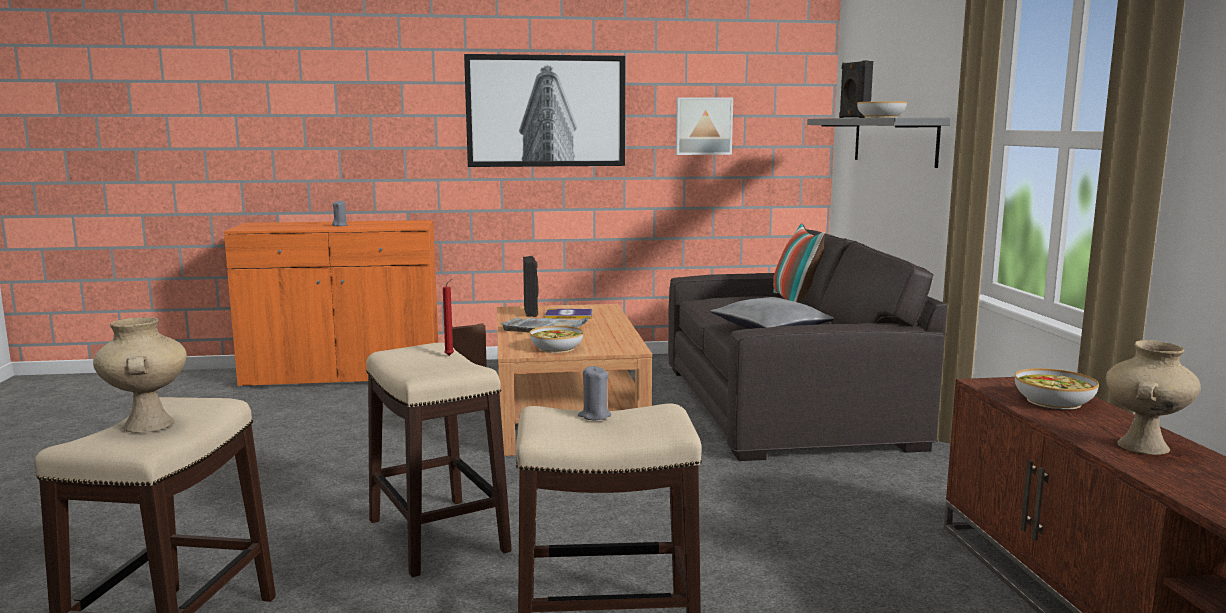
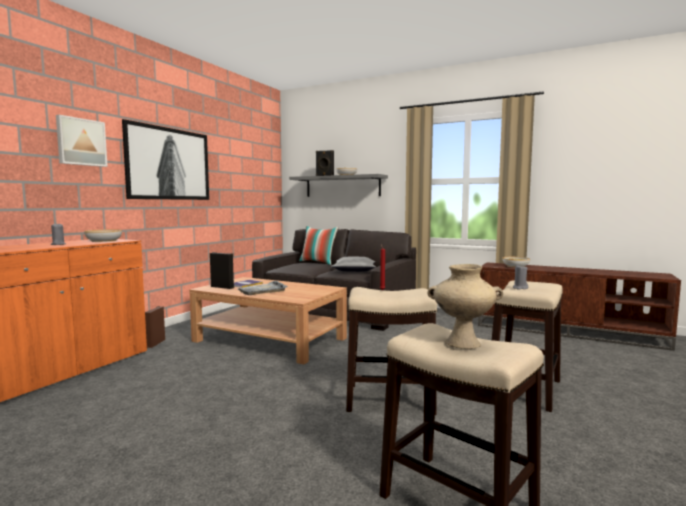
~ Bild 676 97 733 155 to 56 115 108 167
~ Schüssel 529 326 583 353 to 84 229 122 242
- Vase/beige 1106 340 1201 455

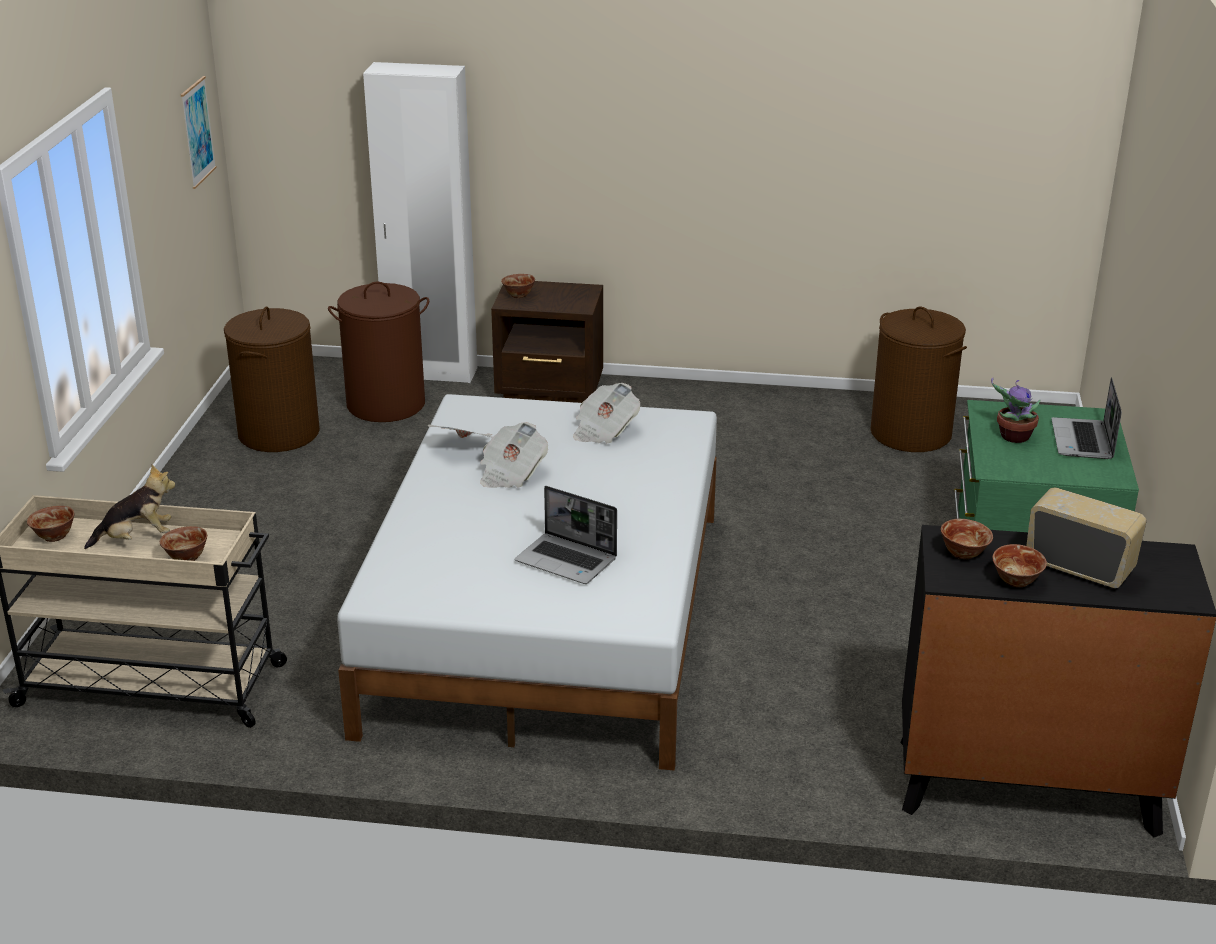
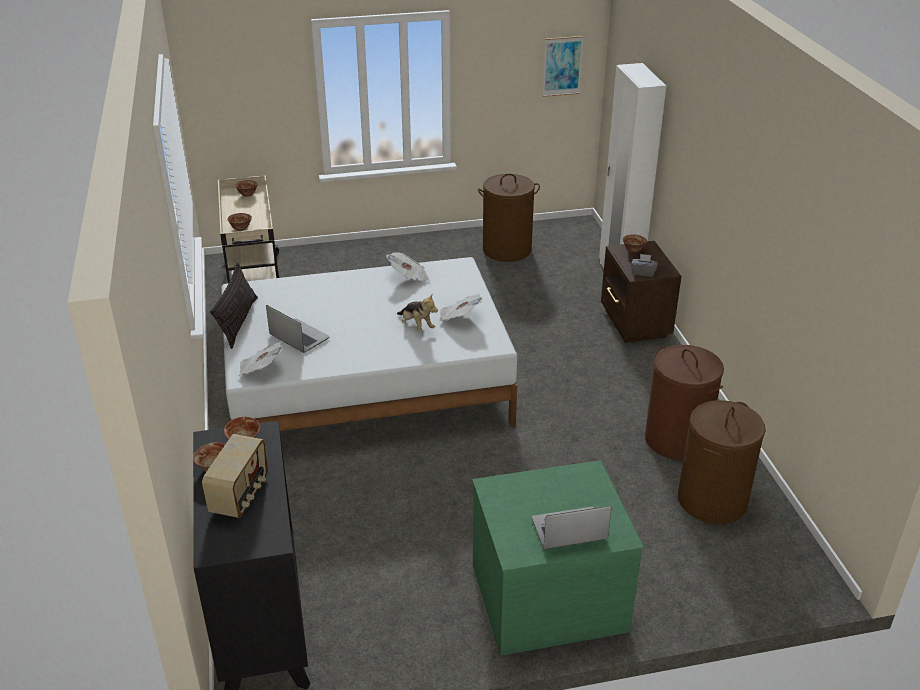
~ Wäschekorb/braun 328 282 429 422 to 645 345 724 460
- Topfpflanze 991 377 1041 443
~ Zeitung 480 422 548 488 to 239 342 283 376
~ Plüschtier 84 464 175 549 to 397 295 438 332
~ Laptop 515 486 617 584 = 266 305 330 353 120 degrees clockwise
+ Taschentuchbox/grau 631 254 658 277
+ Kissen 210 262 258 349

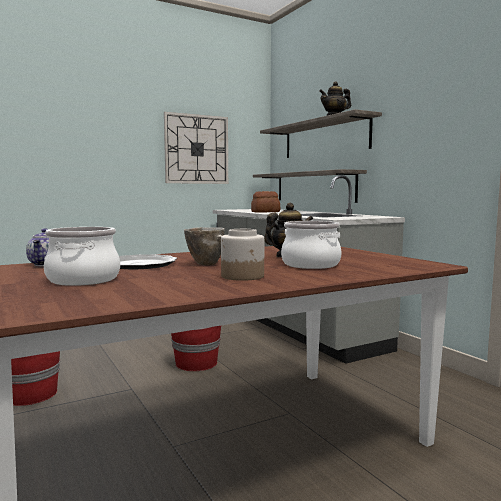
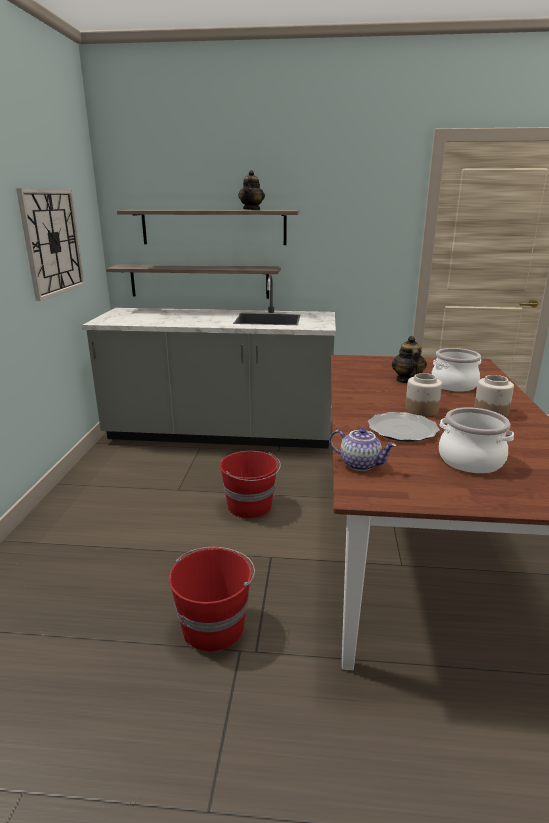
- Brot 251 191 280 213
~ Schüssel 184 227 225 266 to Vorratsglas 405 373 442 416

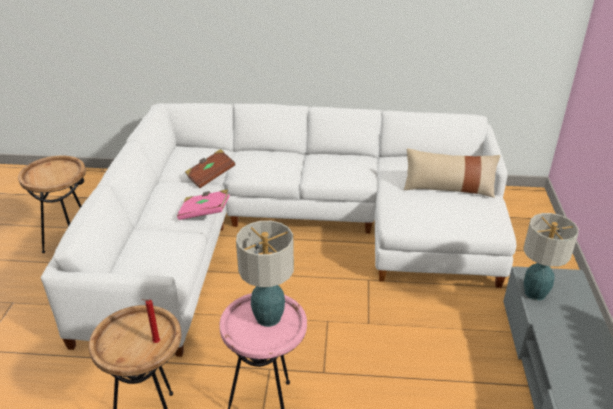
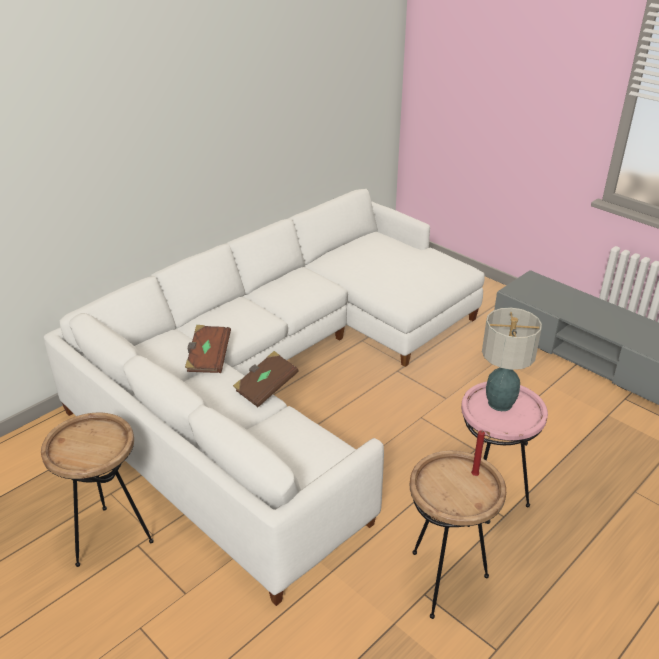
- Kissen/beige 404 148 500 198
~ Buch/rosa 177 189 230 220 to Buch/braun 233 351 299 407
- Tischlampe 523 213 579 300

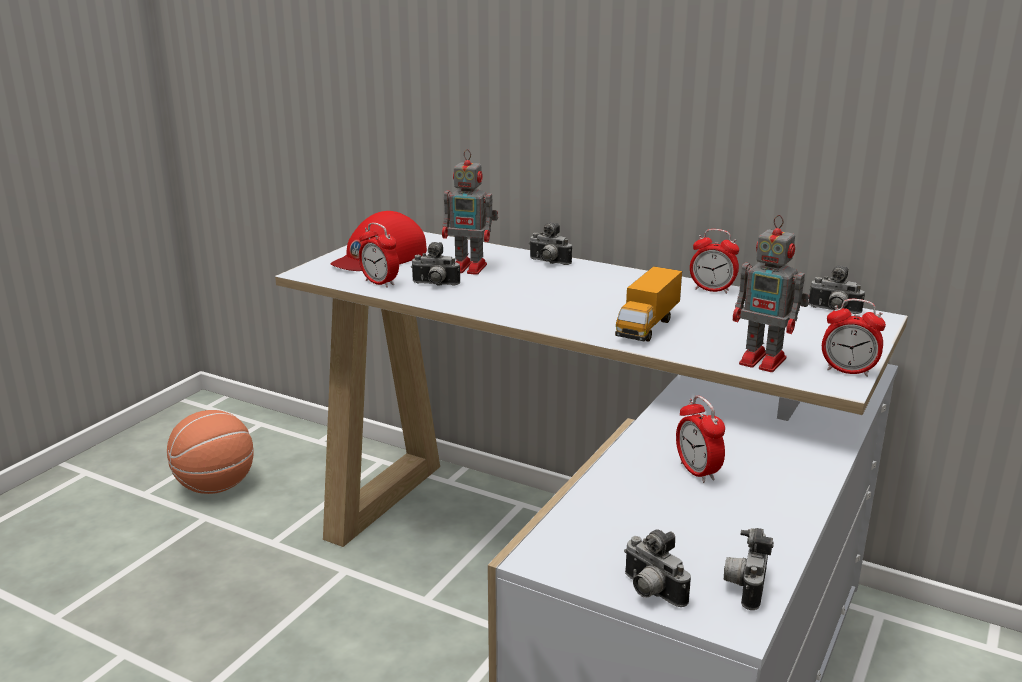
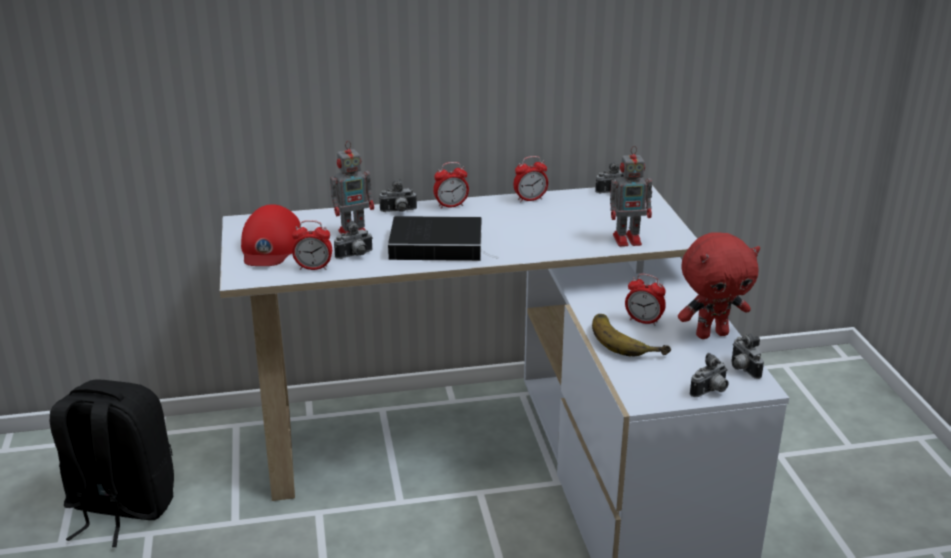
- Spielzeuglaster 615 266 682 342
~ Wecker 822 299 886 377 to 433 162 469 209
~ Basketball 167 410 254 494 to Rucksack/schwarz 50 379 174 547
~ Kamera 624 529 691 607 = 690 353 729 397 45 degrees counterclockwise
+ Buch 388 216 499 261
+ Plüschtier/rot 678 232 760 339
+ Banane 592 314 671 356

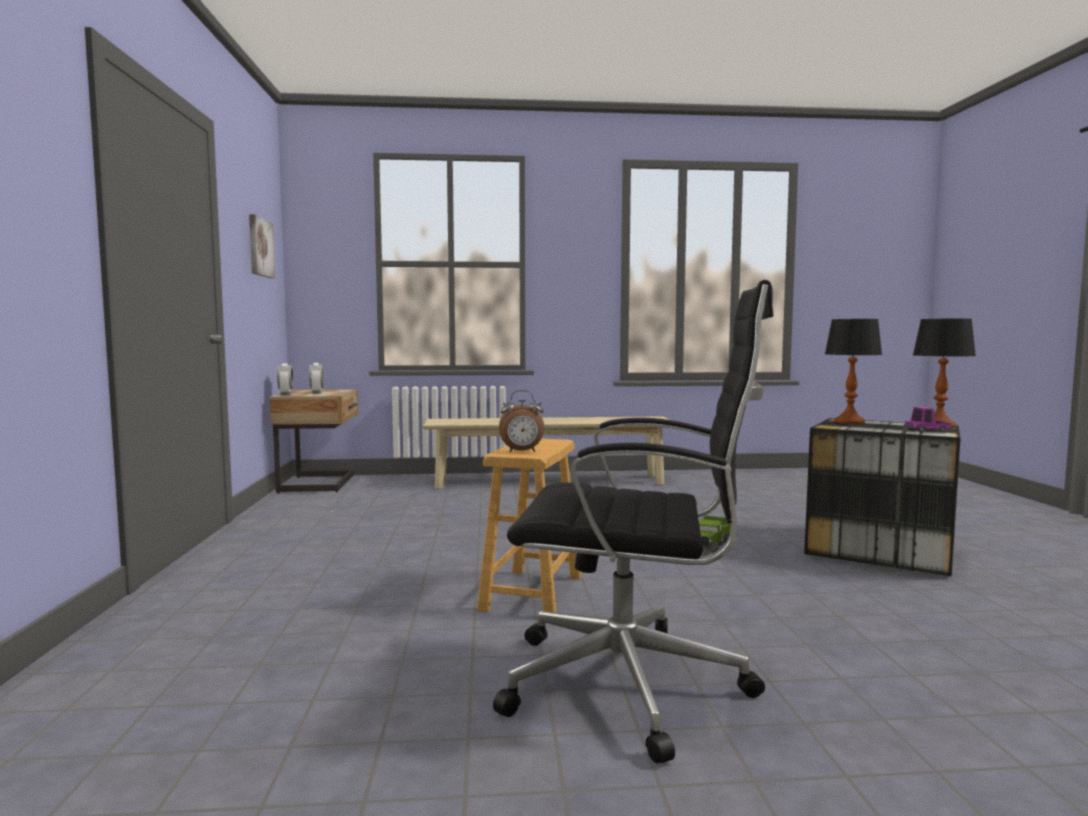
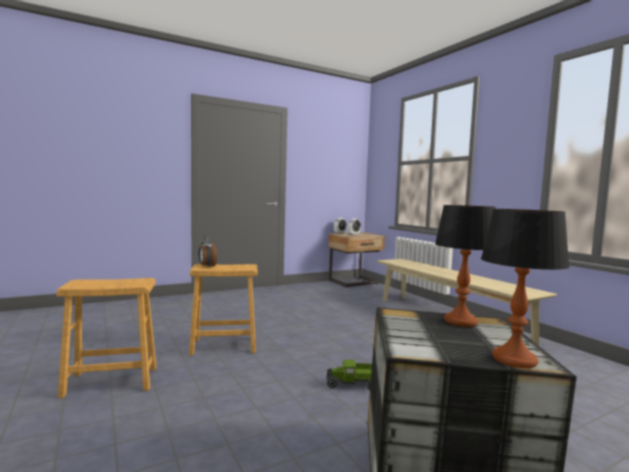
- Bild 249 214 275 278
~ Bürostuhl/schwarz 493 280 773 763 to Hocker/braun 56 278 157 398
- Spielzeuglaster 904 407 952 432

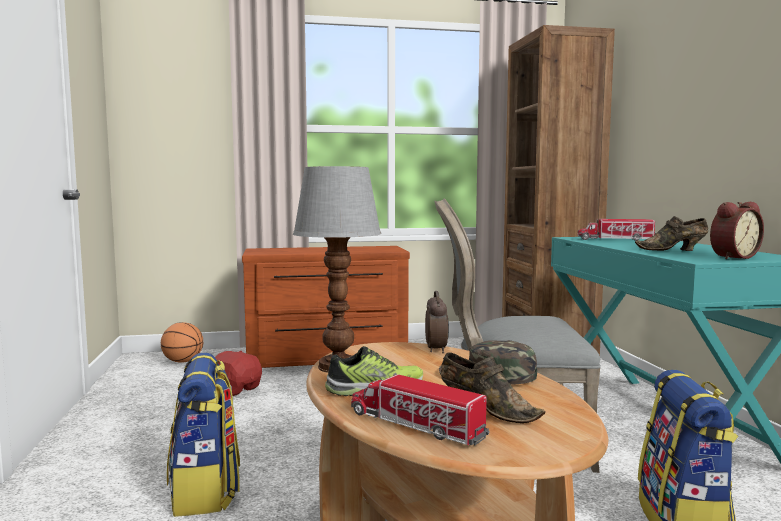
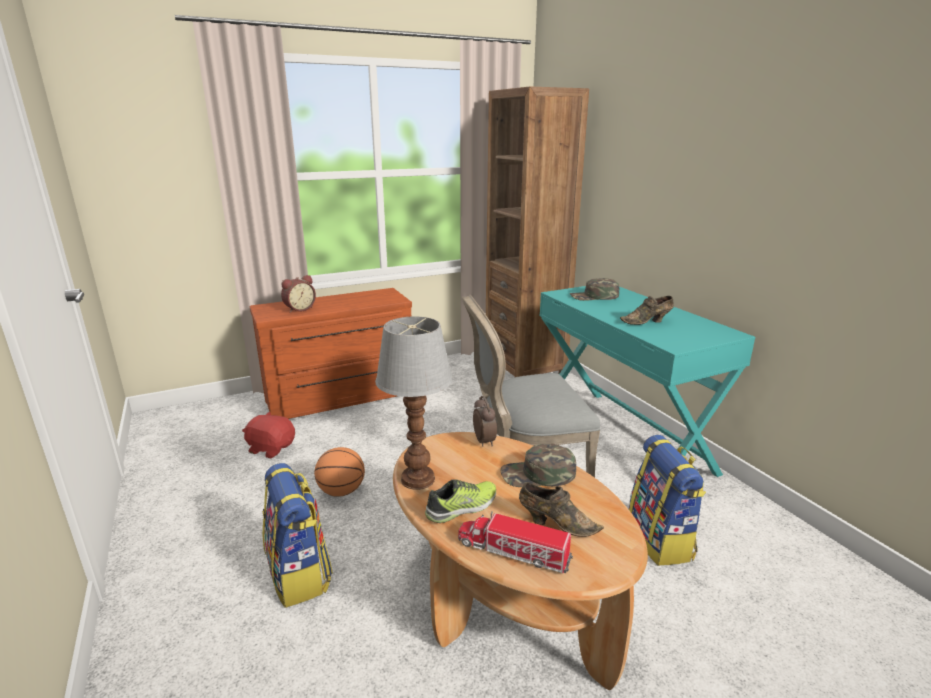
~ Wecker 710 202 764 259 to 281 275 316 313
~ Spielzeuglaster 578 219 656 241 to Kappe/grün 570 278 619 301
~ Basketball 161 322 203 363 to 314 447 365 497

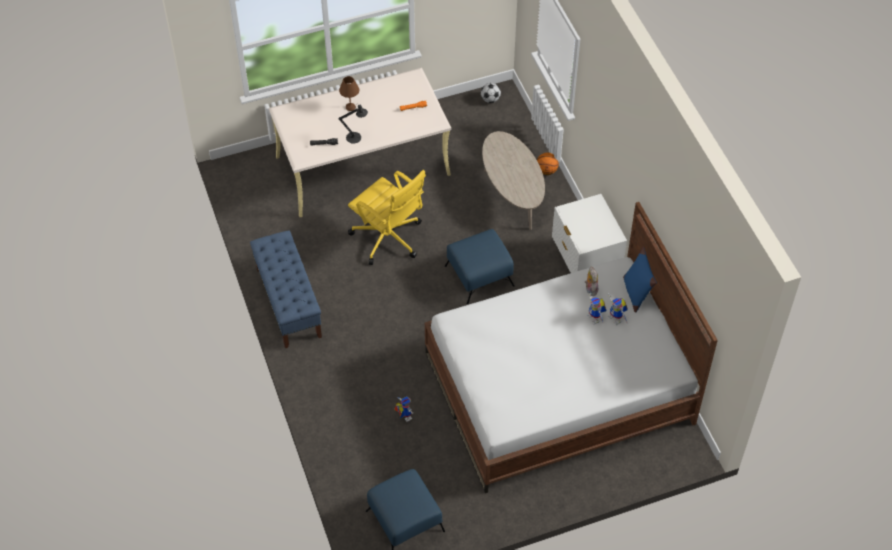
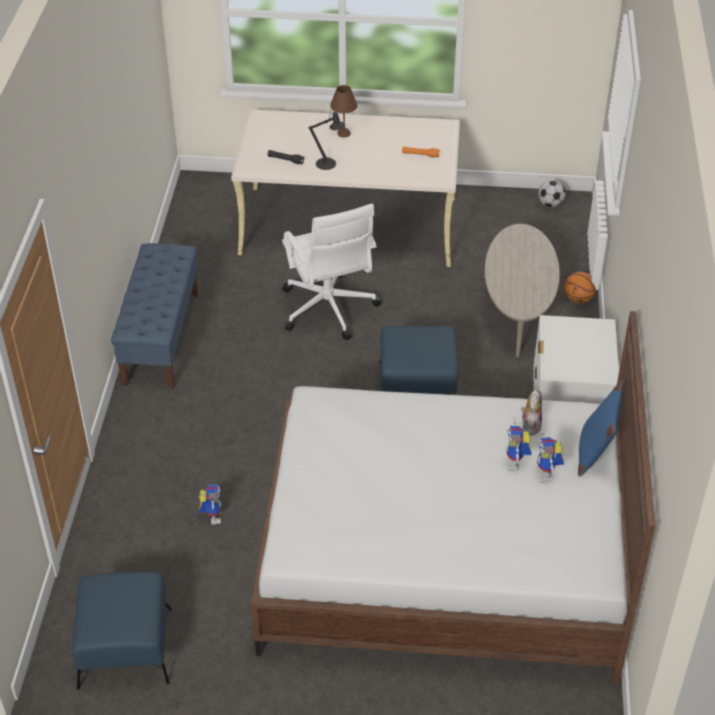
~ Bürostuhl/gelb 348 170 426 265 to Bürostuhl/weiß 282 204 382 340

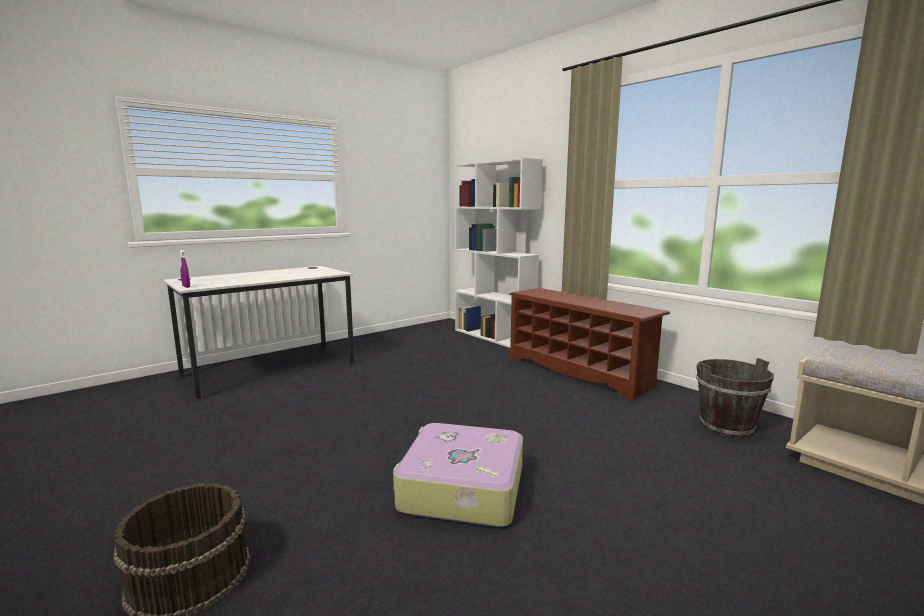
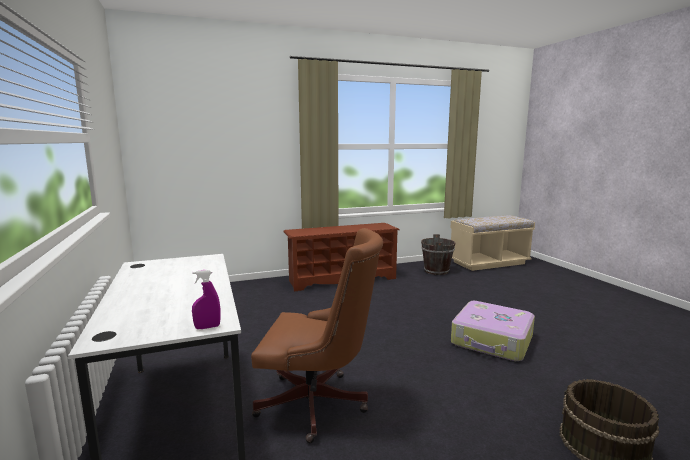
- Bücherregal/weiß 455 158 543 348
+ Bürostuhl/braun 251 228 383 443

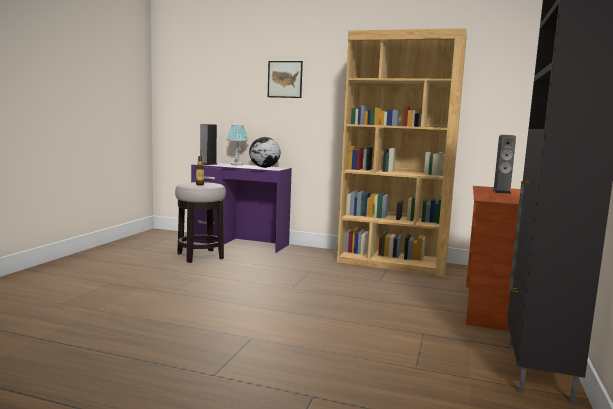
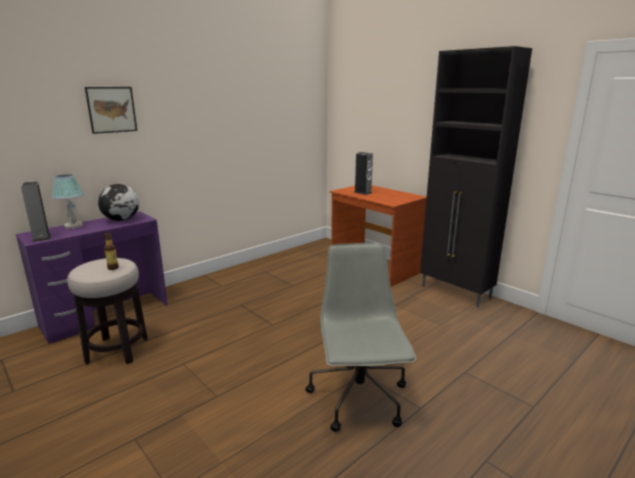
- Bücherregal/braun 337 28 467 277
+ Bürostuhl/grau 305 243 417 432

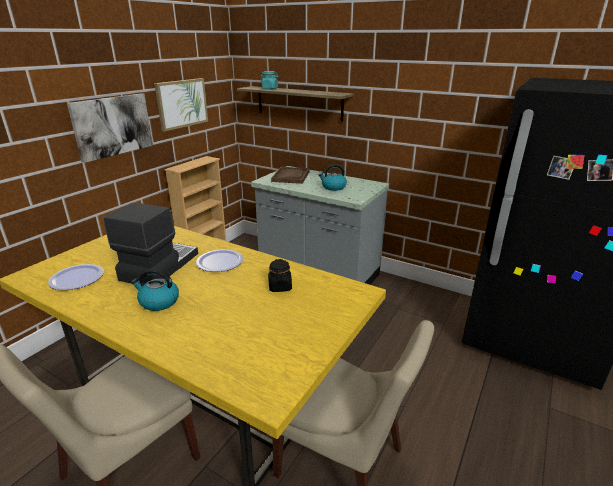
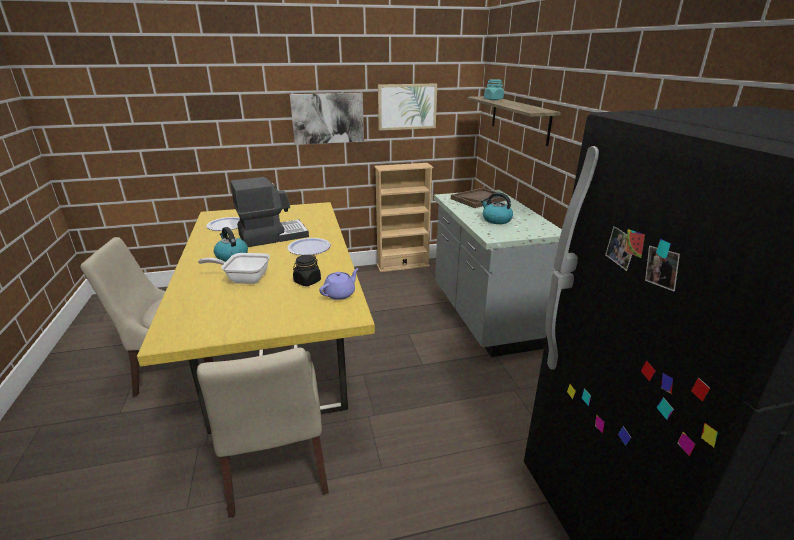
+ Pfanne 198 253 270 284
+ Teekanne/lila 319 268 359 300

